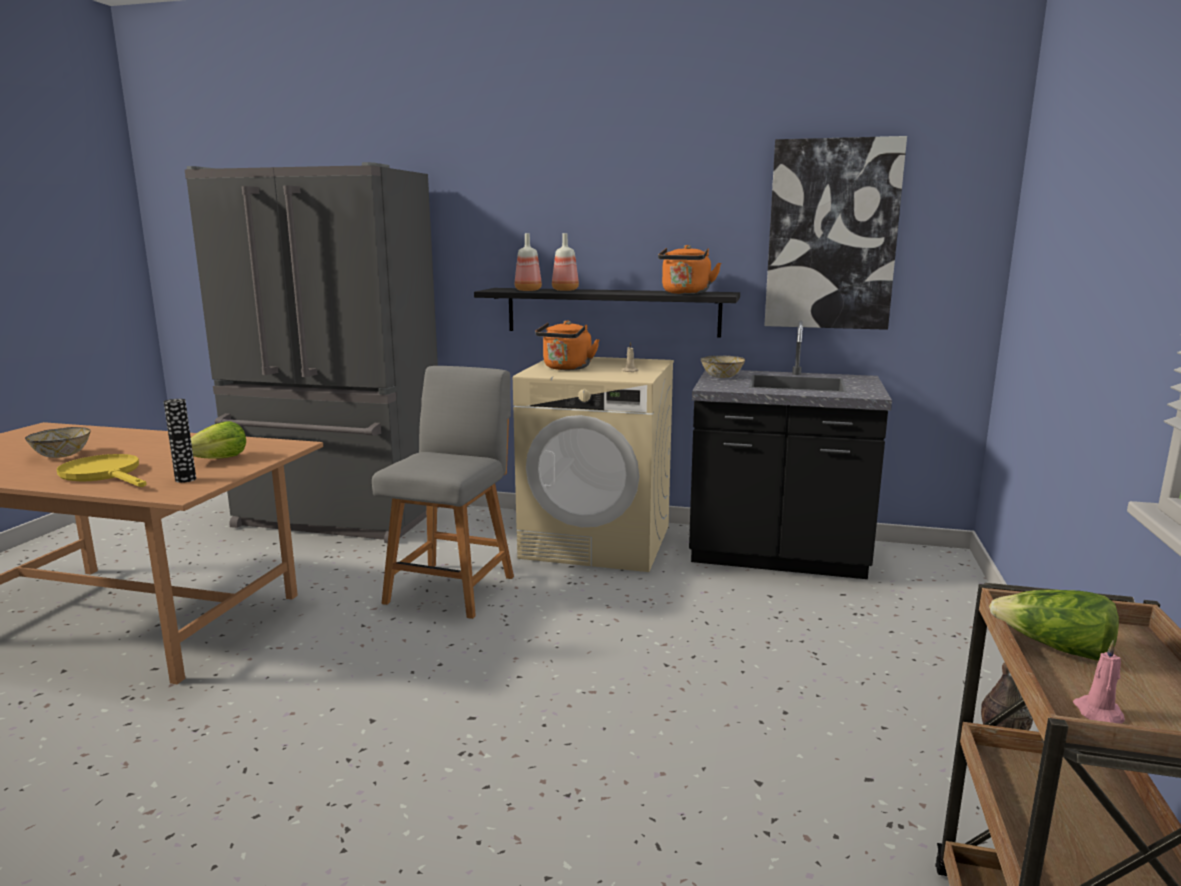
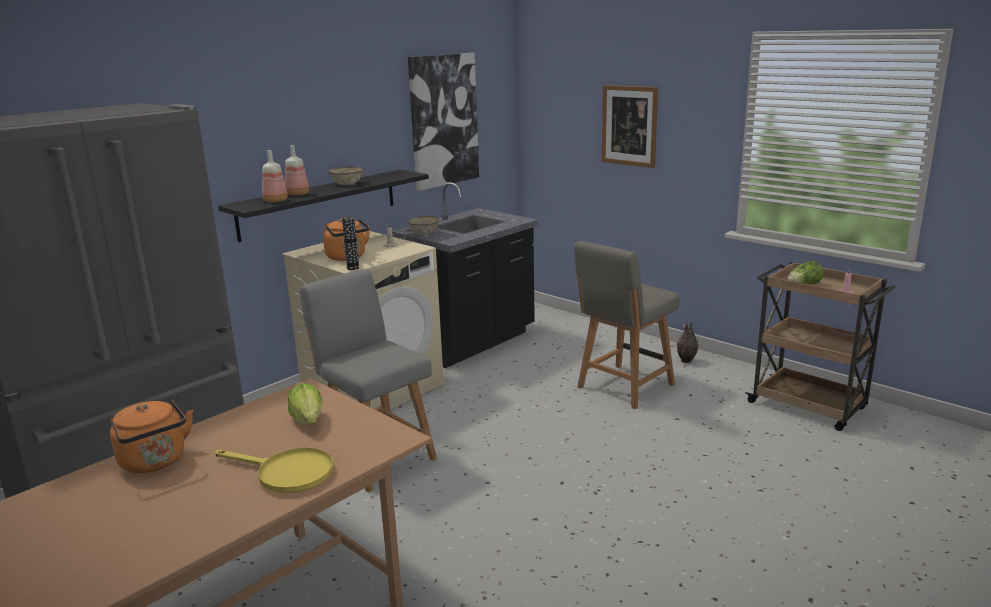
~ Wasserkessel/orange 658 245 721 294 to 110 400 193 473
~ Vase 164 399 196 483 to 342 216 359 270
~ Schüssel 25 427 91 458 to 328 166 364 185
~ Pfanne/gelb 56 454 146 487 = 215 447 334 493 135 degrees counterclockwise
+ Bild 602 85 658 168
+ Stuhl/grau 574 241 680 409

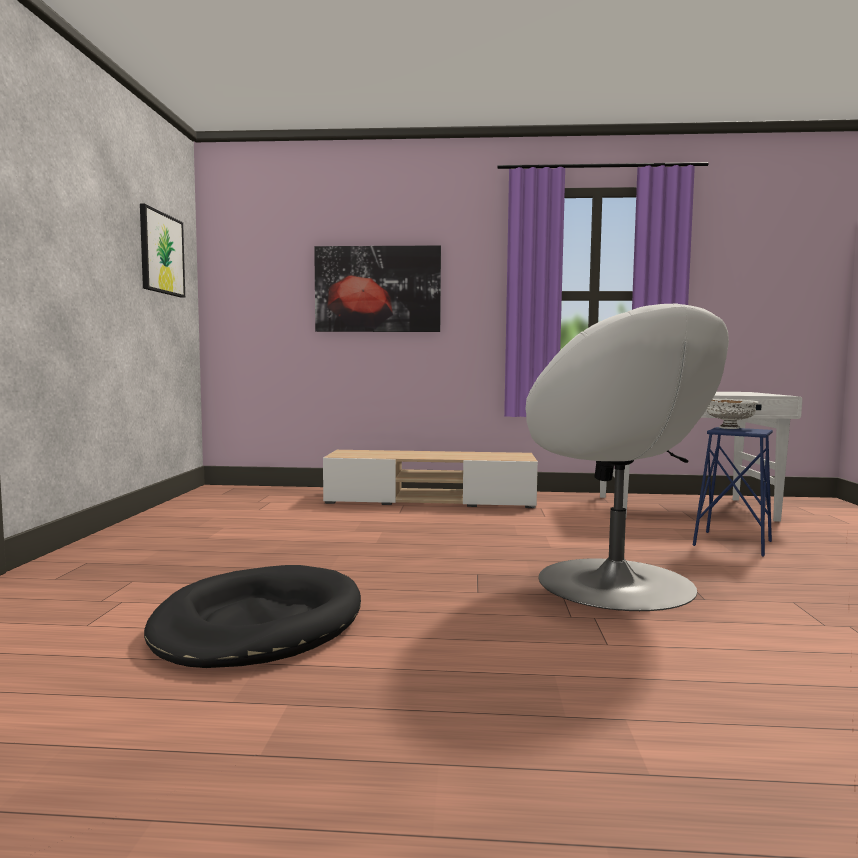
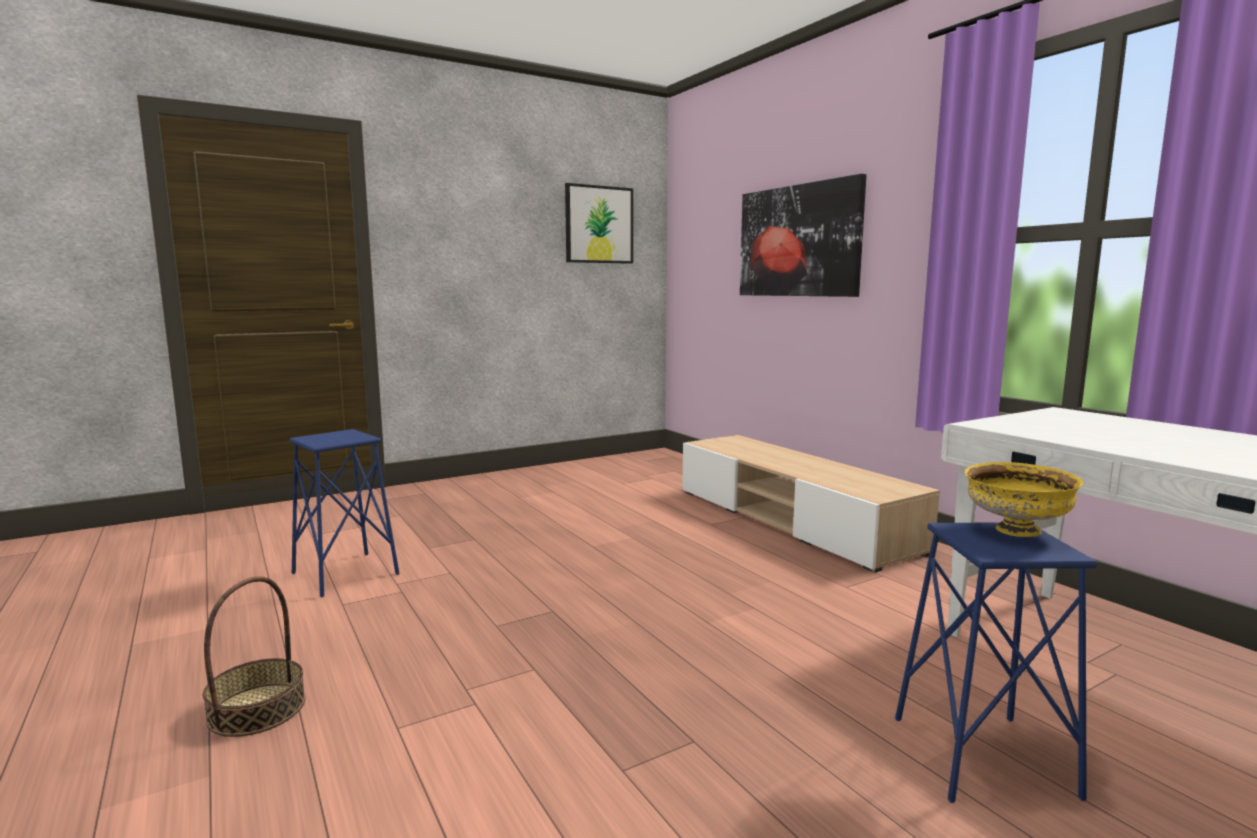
- Sessel/weiß 526 303 729 611
~ Schüssel/weiß 706 399 758 429 to Schüssel/gelb 965 462 1083 537
~ Hundebett/schwarz 144 565 361 668 to Hocker/blau 289 429 399 598
+ Korb 202 576 305 737

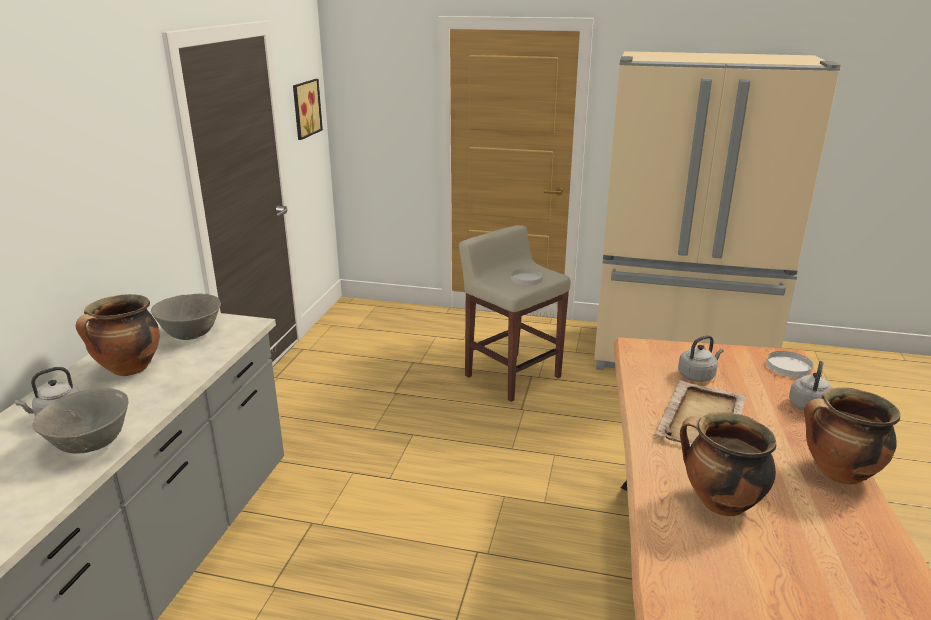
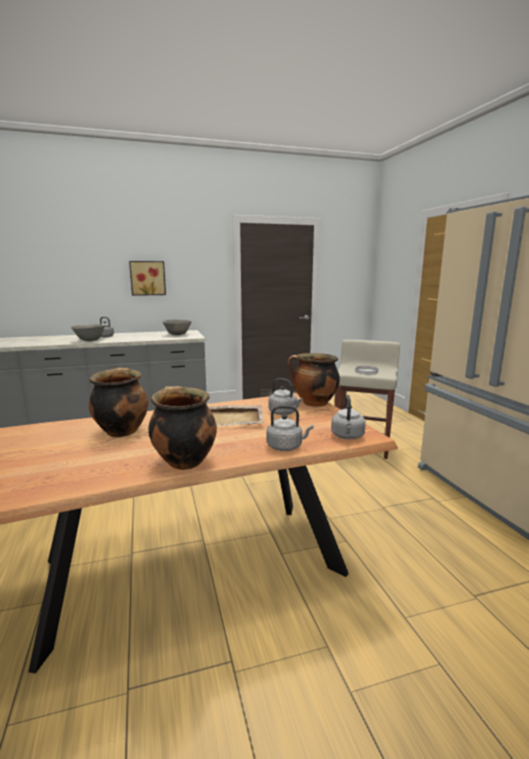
~ Bild 293 79 323 140 to 129 261 166 296
~ Kochtopf 76 294 160 376 to 288 353 340 407
~ Teller/weiß 766 351 813 378 to Wasserkessel/grau 331 395 366 439

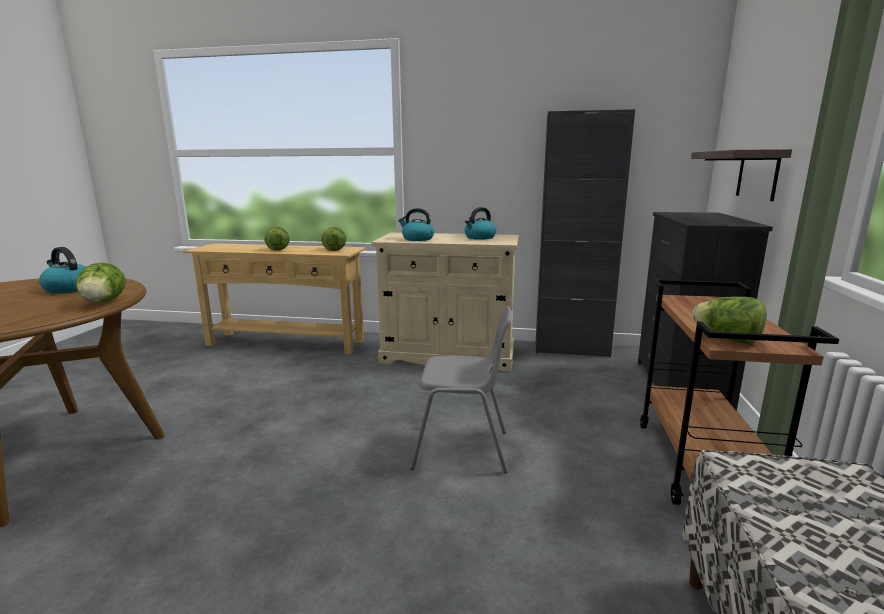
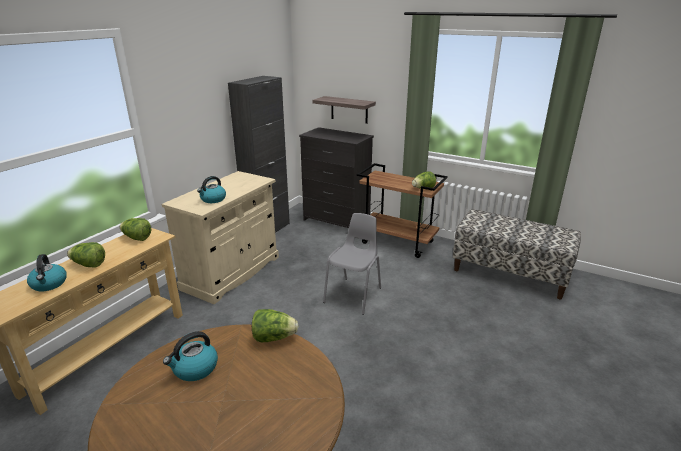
~ Wasserkessel 465 207 496 240 to 27 254 67 291

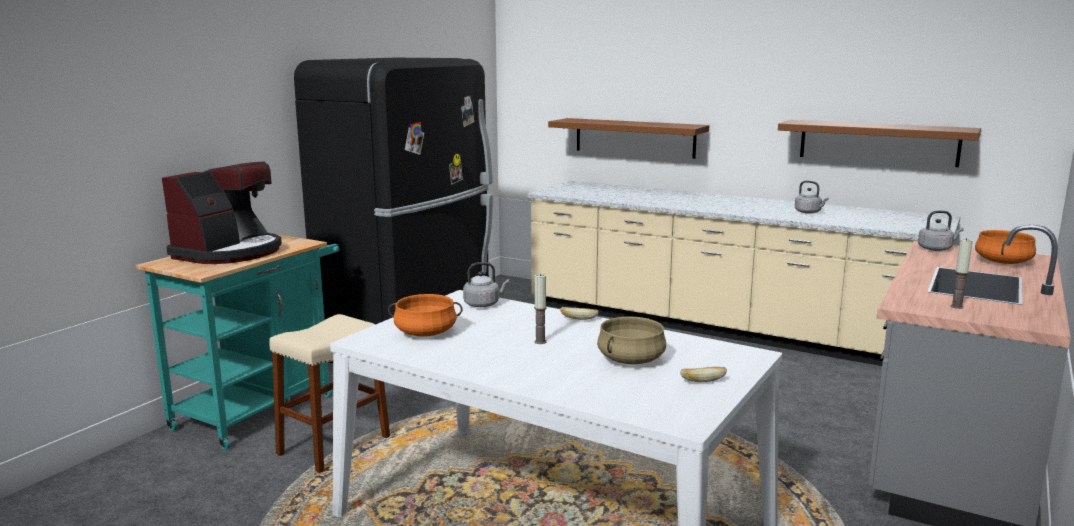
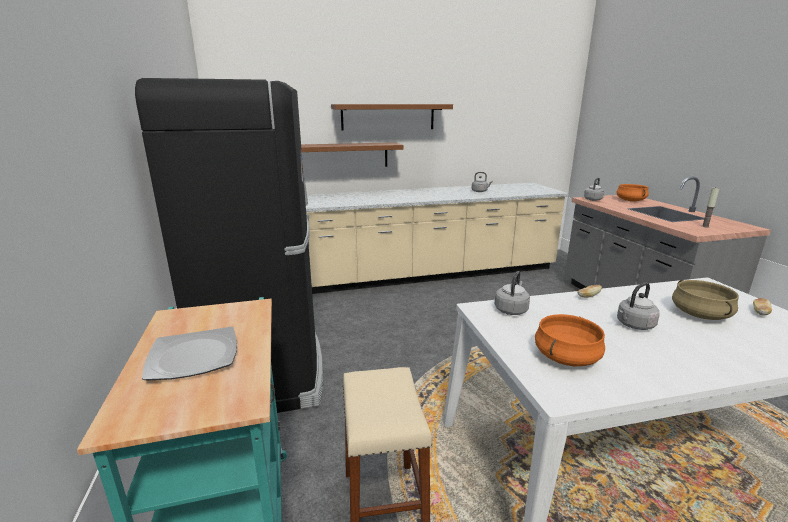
~ Wandregal/braun 778 120 981 167 to 331 104 453 131
~ Kaffeemaschine 162 162 282 264 to Teller 142 326 237 380
~ Kerze 534 274 547 344 to Wasserkessel/grau 617 282 660 330

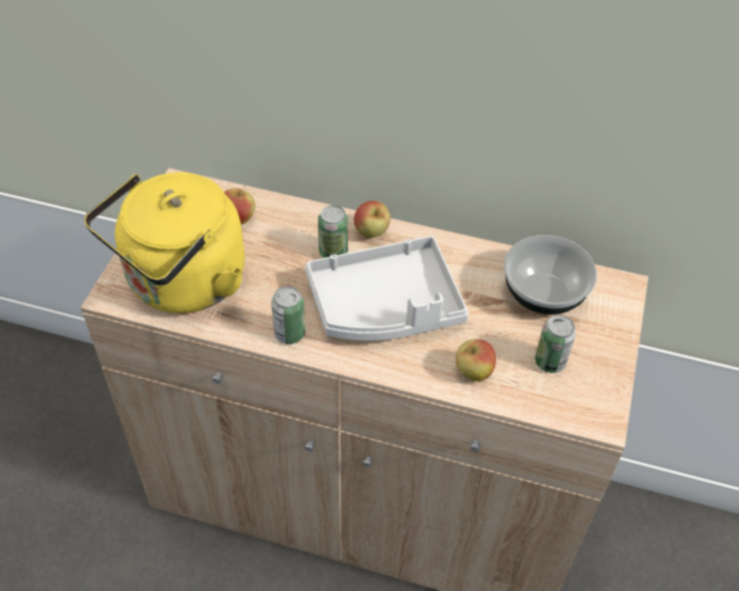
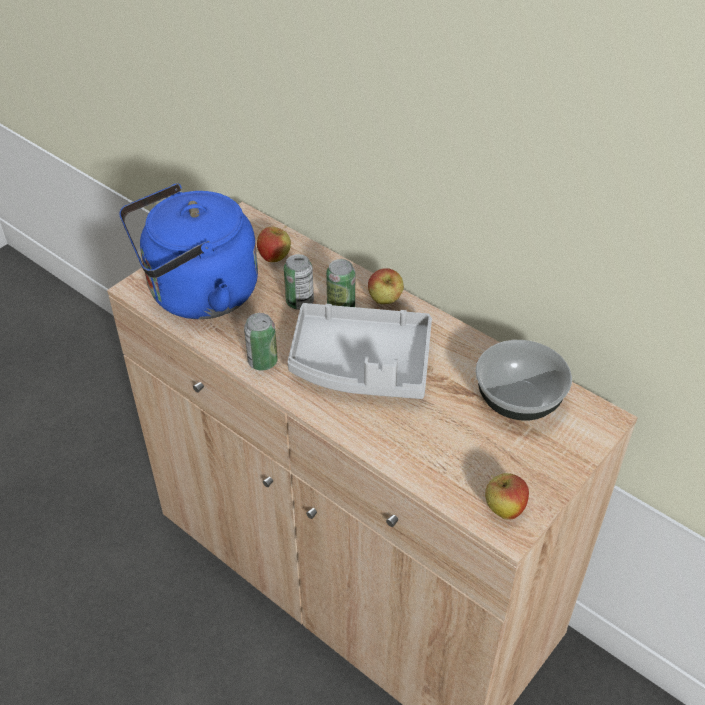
~ Wasserkessel/gelb 84 172 245 313 to Wasserkessel/blau 119 183 258 319
~ Dose 535 315 576 373 to 284 254 314 310
~ Apfel 455 339 496 382 to 485 473 529 520

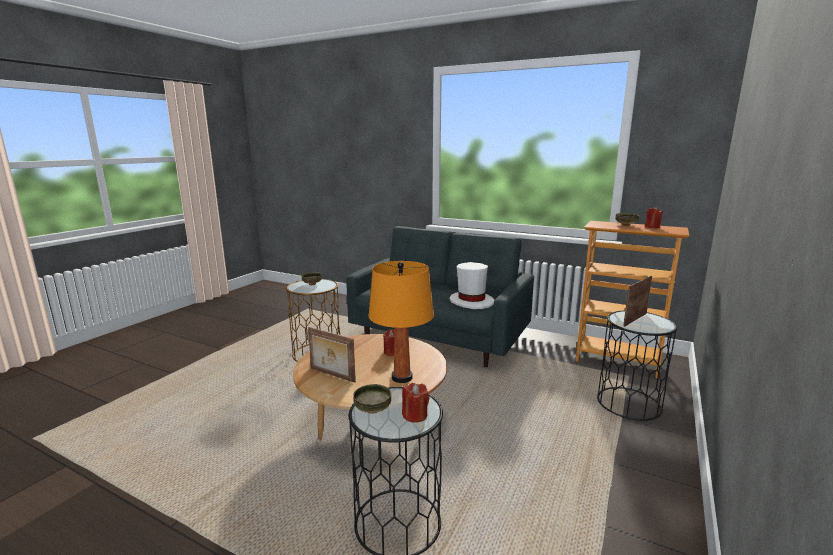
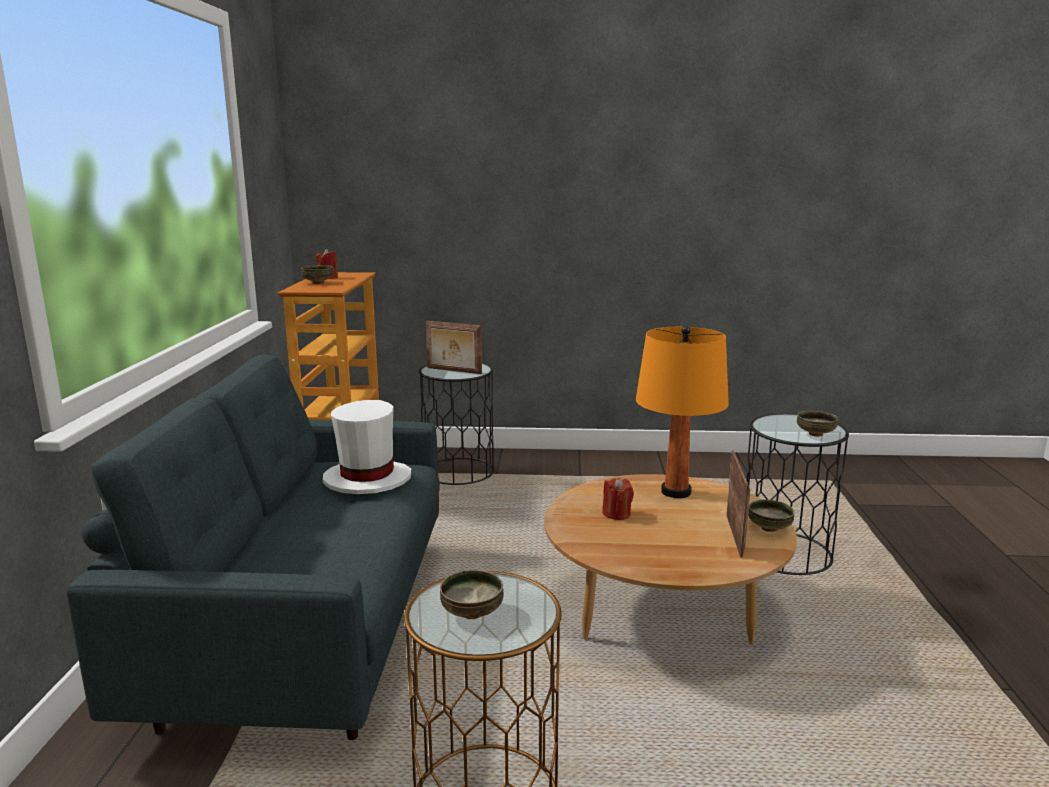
- Kerze/rot 402 383 430 423
+ Schüssel 748 499 794 532

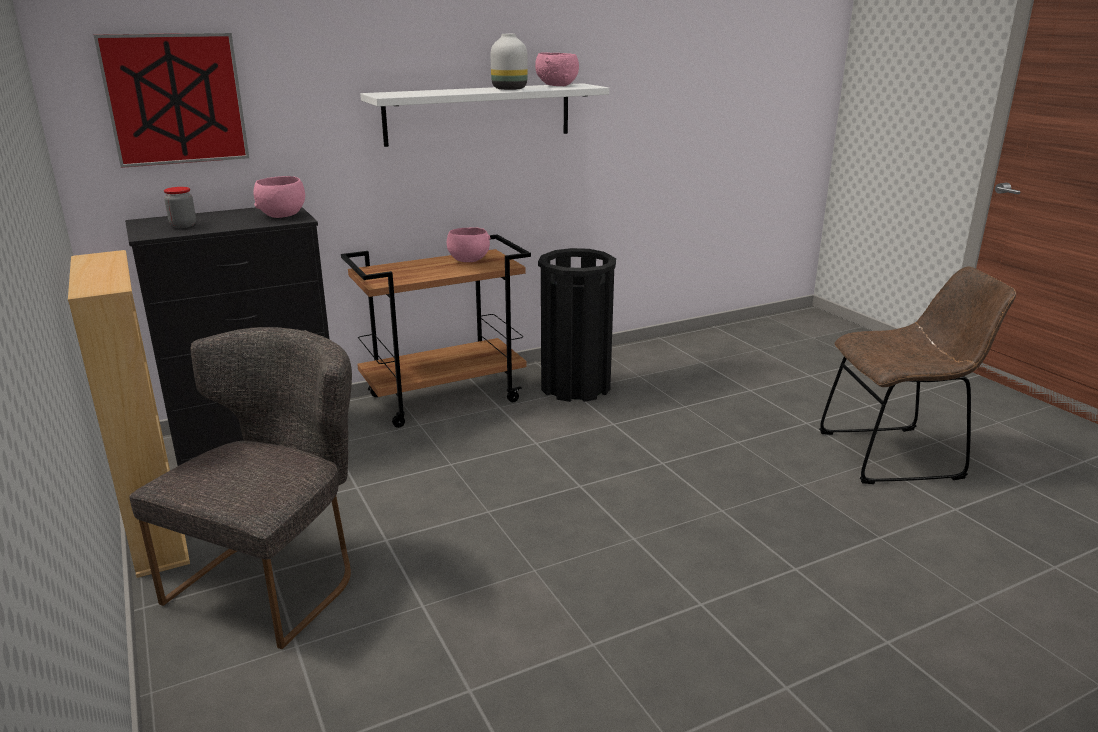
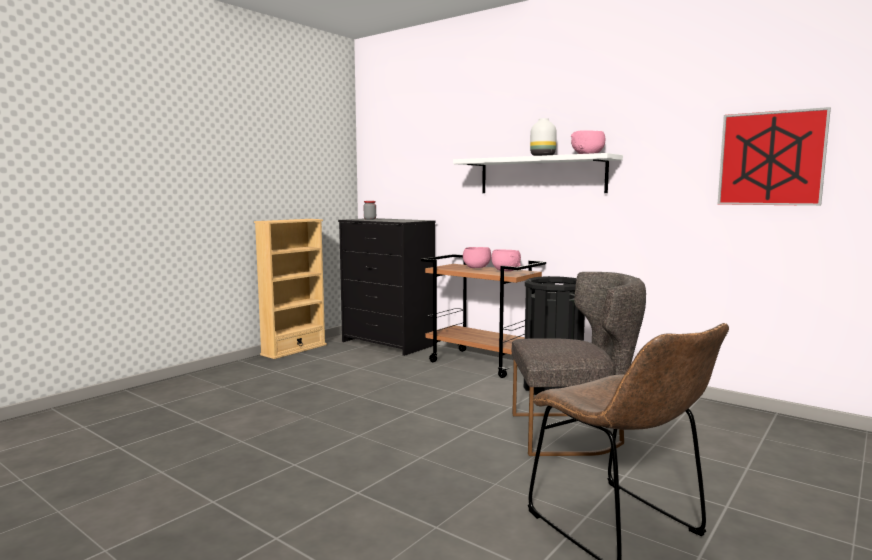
~ Bild 94 33 249 168 to 718 107 831 206
~ Schüssel/rosa 253 176 305 218 to 463 247 491 268
~ Stuhl/grau 129 327 352 649 to 512 272 646 456

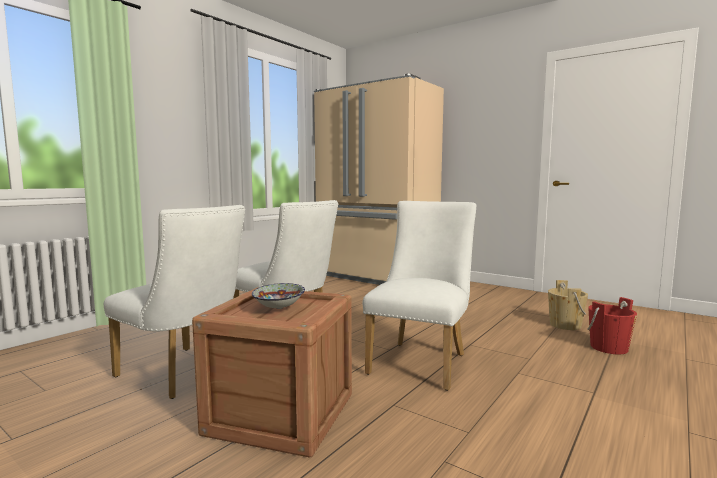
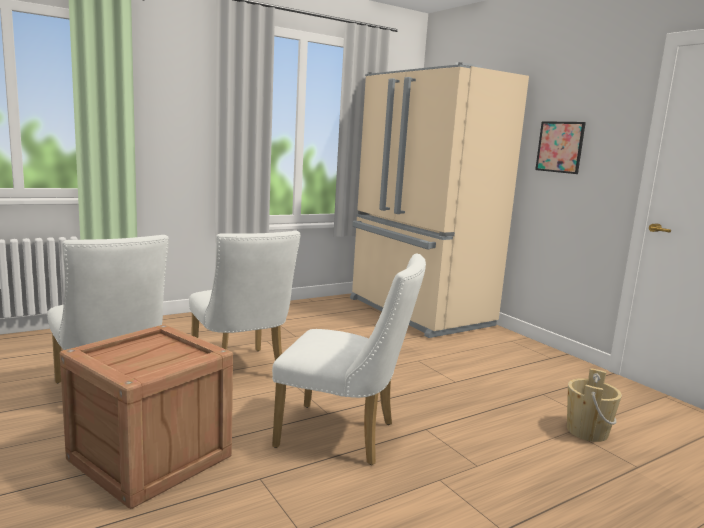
~ Stuhl/weiß 363 201 476 391 = 272 253 426 465 60 degrees clockwise
- Schüssel 252 283 305 309
- Eimer/rot 587 297 637 354
+ Bild 535 121 586 174

